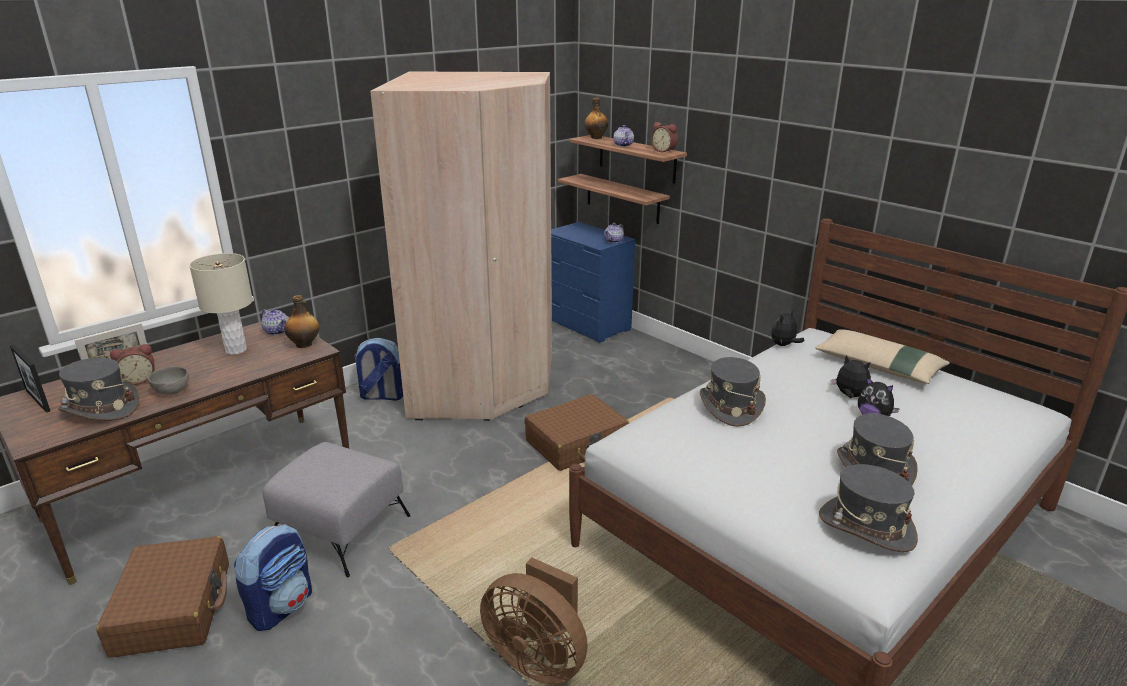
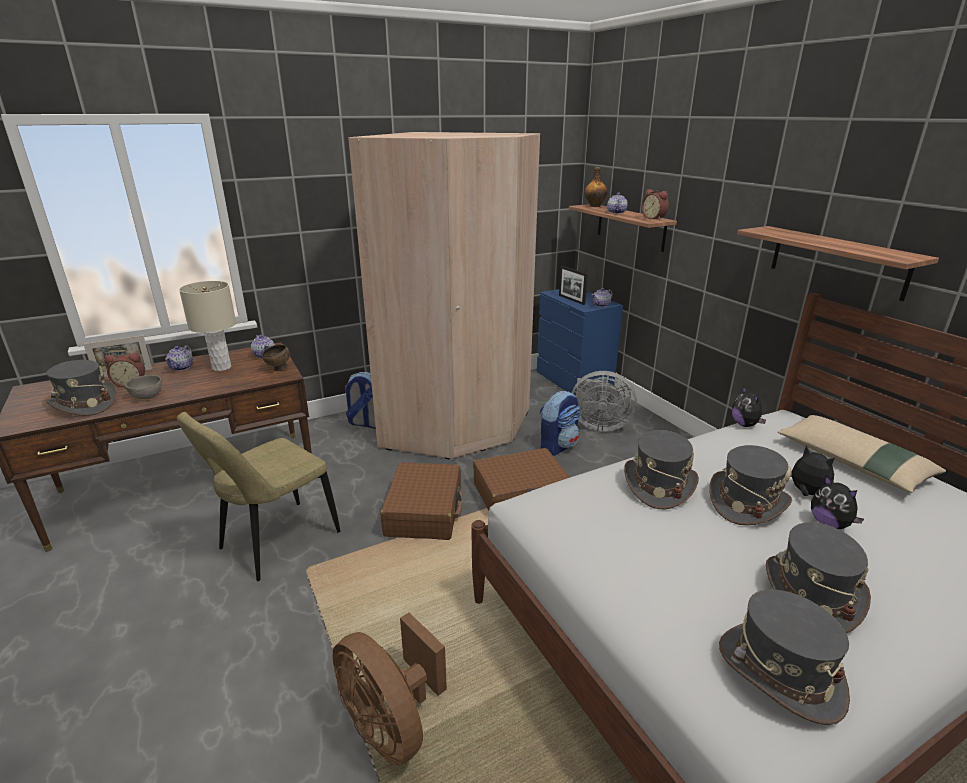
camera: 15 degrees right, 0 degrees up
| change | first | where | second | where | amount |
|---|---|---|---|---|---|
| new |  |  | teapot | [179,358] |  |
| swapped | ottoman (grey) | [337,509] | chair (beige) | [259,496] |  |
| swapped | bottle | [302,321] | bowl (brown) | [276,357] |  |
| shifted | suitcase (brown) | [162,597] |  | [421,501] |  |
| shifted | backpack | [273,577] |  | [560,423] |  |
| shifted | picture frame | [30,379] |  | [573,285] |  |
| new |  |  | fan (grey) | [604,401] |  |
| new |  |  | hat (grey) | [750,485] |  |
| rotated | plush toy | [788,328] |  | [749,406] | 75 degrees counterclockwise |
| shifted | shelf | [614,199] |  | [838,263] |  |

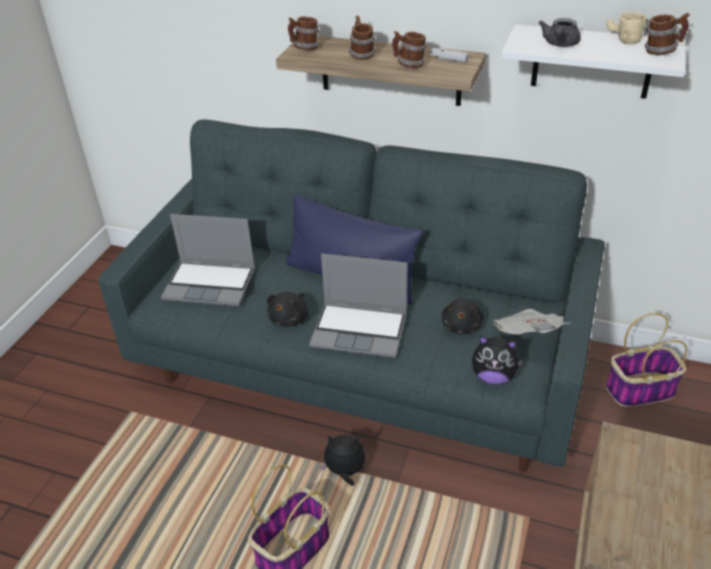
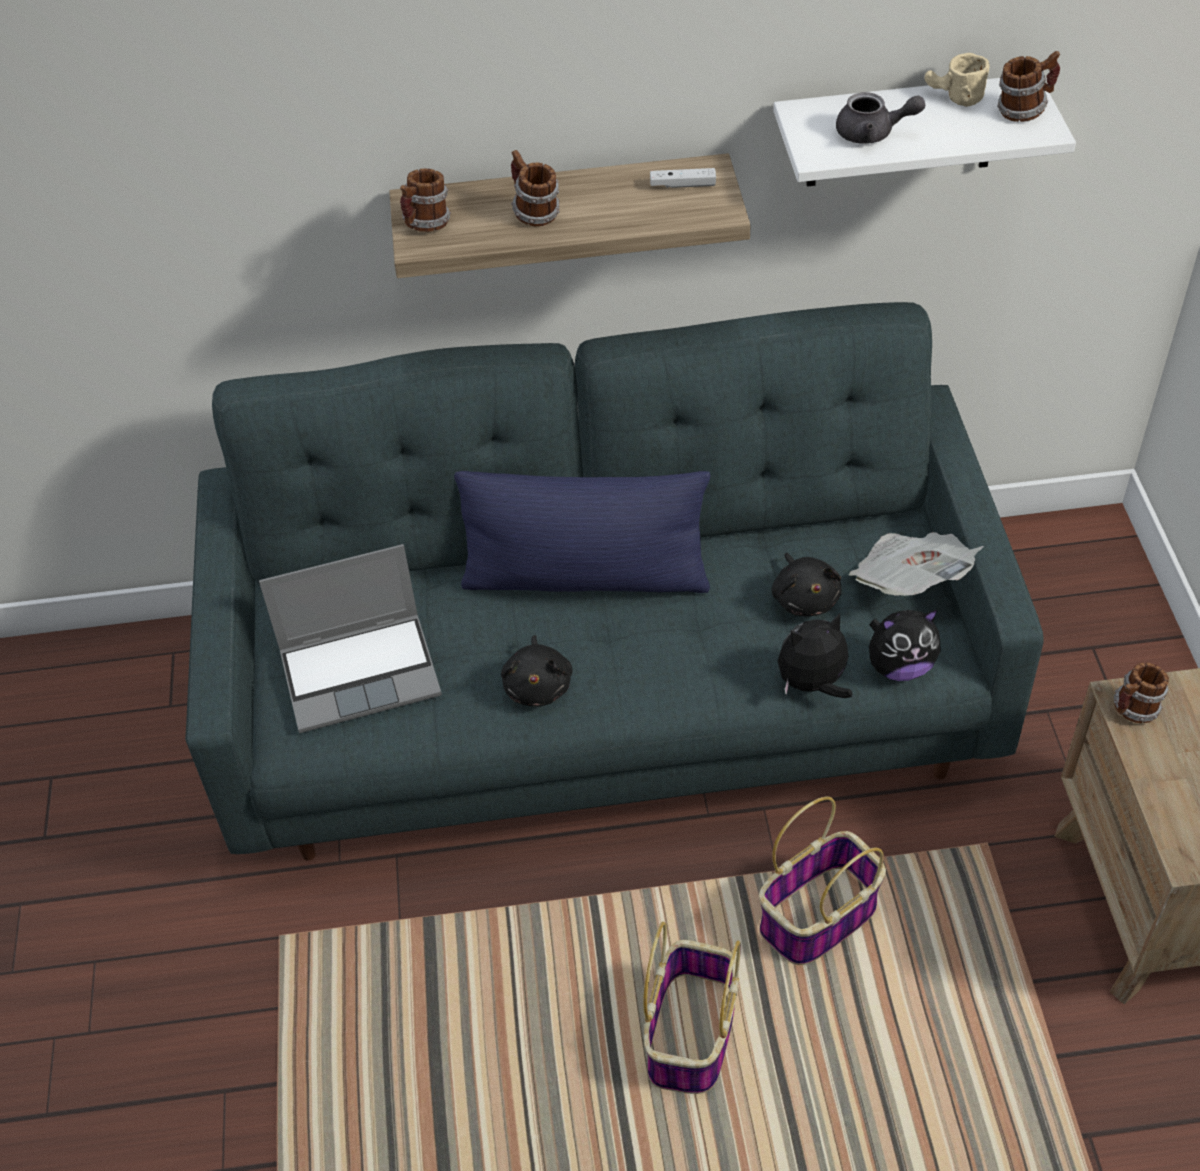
camera: 25 degrees left, 10 degrees up
| change | first | where | second | where | amount |
|---|---|---|---|---|---|
| shifted | basket | [646,360] |  | [822,881] |  |
| shifted | plush toy | [342,460] |  | [815,655] |  |
| rotated | teapot (grey) | [560,32] |  | [880,118] | 75 degrees counterclockwise |
| shifted | mug | [409,49] |  | [1141,693] |  |
| gone | laptop | [358,306] |  |  |  |

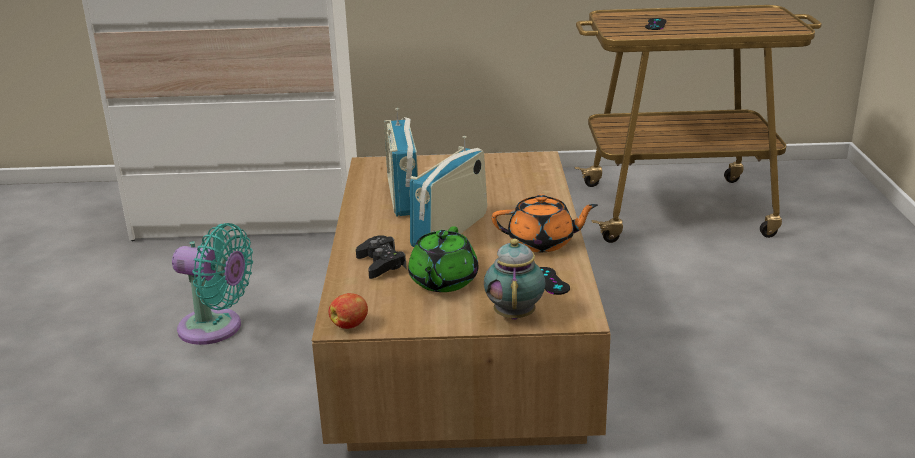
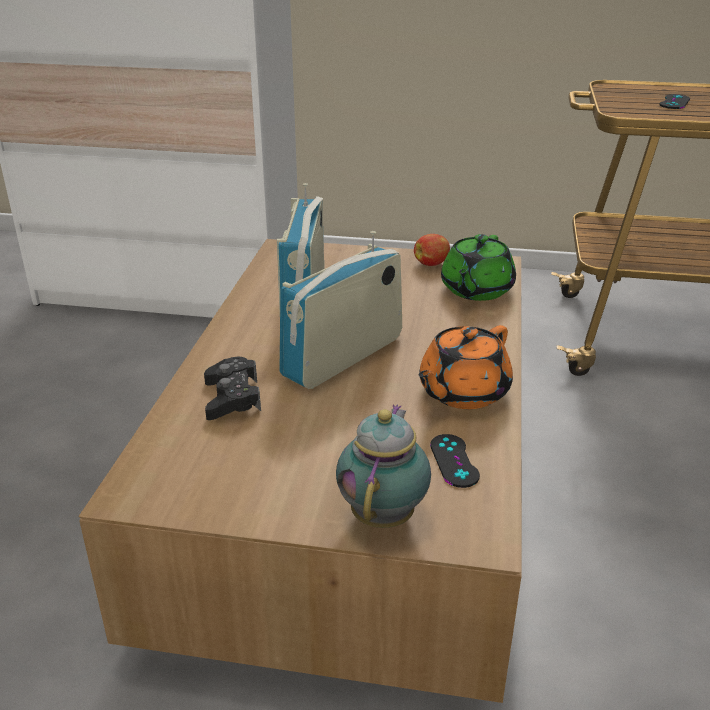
camera: 10 degrees right, 5 degrees up
| change | first | where | second | where | amount |
|---|---|---|---|---|---|
| shifted | apple | [348,311] |  | [432,250] |  |
| rotated | teapot (orange) | [545,223] |  | [465,367] | 120 degrees clockwise |
| shifted | teapot (green) | [443,259] |  | [478,267] |  |
| gone | fan (turquoise) | [212,284] |  |  |  |

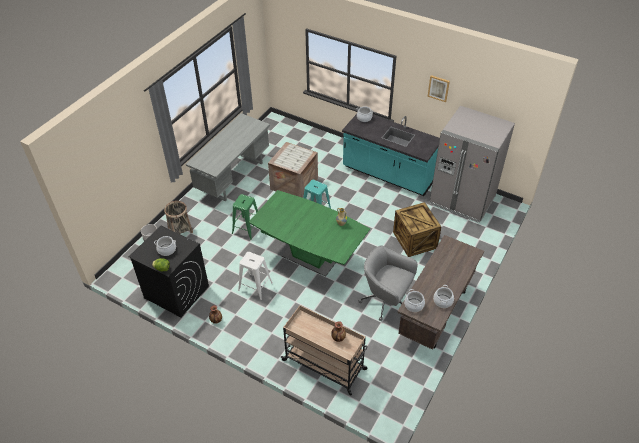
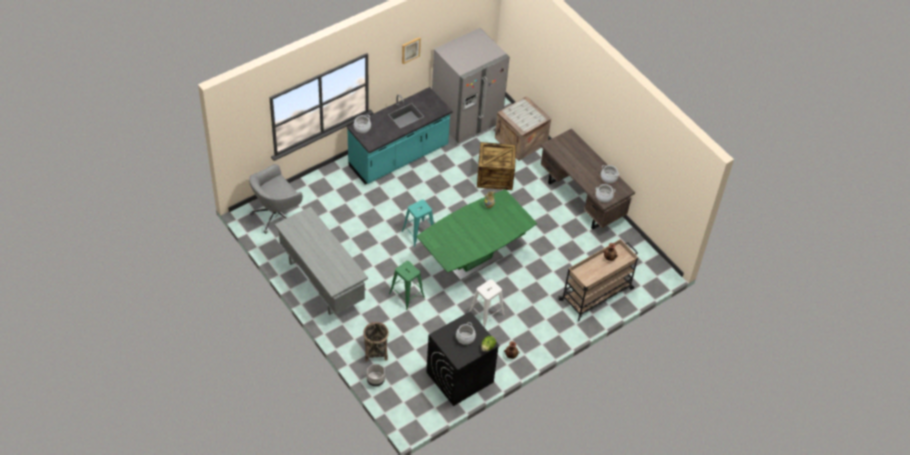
camera: 70 degrees left, 5 degrees up
| change | first | where | second | where | amount |
|---|---|---|---|---|---|
| shifted | office chair (grey) | [388,283] |  | [276,199] |  |
| shifted | crate | [293,170] |  | [523,128] |  |

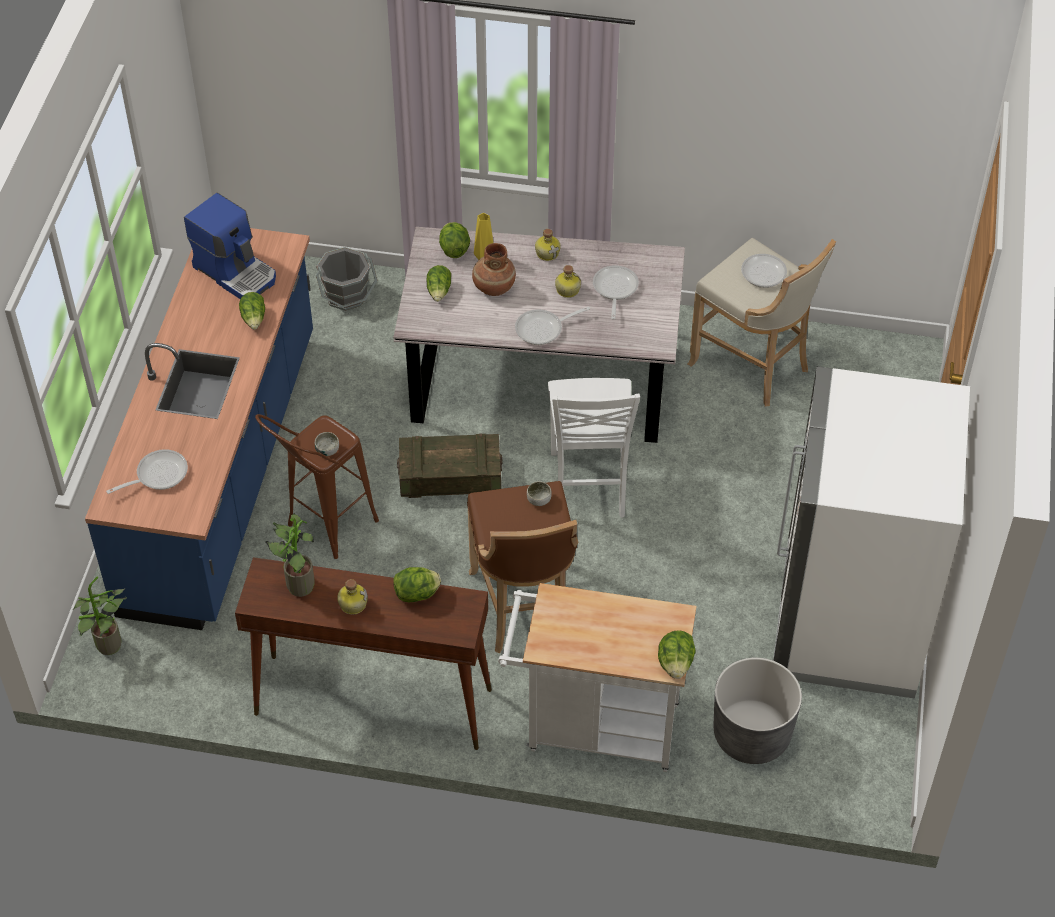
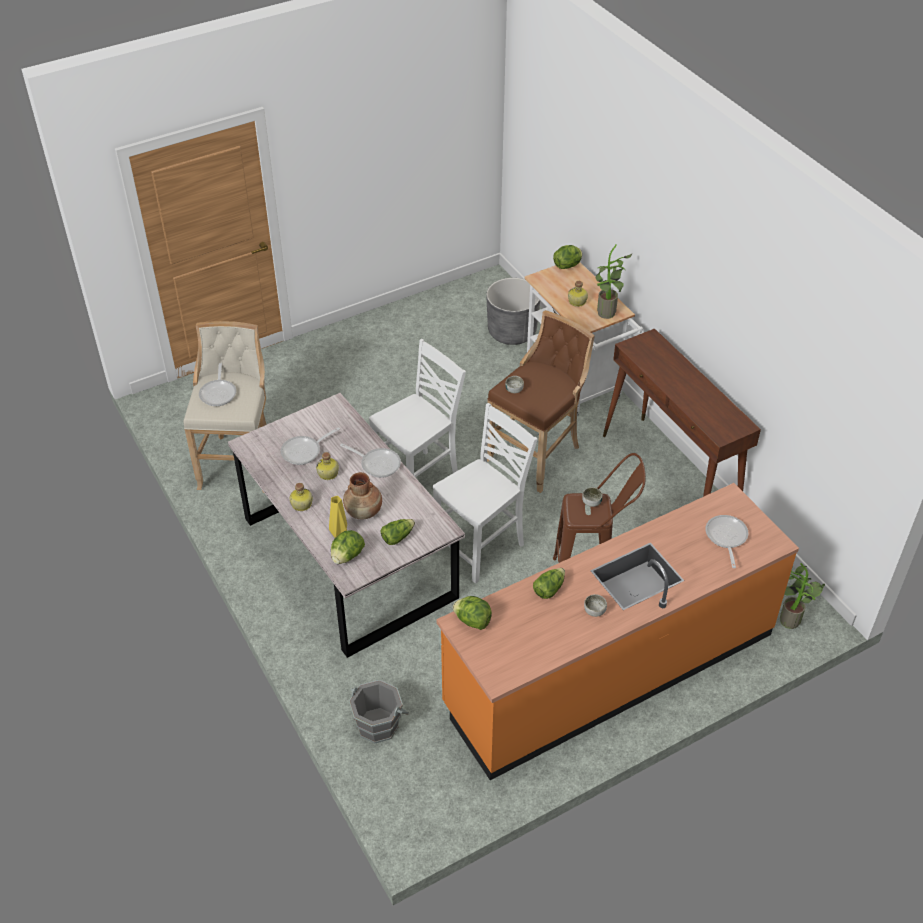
camera: 130 degrees left, 5 degrees down
| change | first | where | second | where | amount |
|---|---|---|---|---|---|
| swapped | crate | [450,466] | chair (white) | [485,493] |  |
| repainted | counter (blue) | [199,429] | counter (orange) | [617,631] |  |
| shifted | lettuce | [417,584] |  | [472,613] |  |
| shifted | bottle | [352,597] |  | [578,294] |  |
| new |  |  | bowl | [595,605] |  |
| shifted | potted plant | [290,555] |  | [613,282] |  |
| rotated | frying pan | [147,471] |  | [726,541] | 75 degrees clockwise |
| gone | coffee machine | [230,246] |  |  |  |
| gone | fridge (white) | [871,532] |  |  |  |

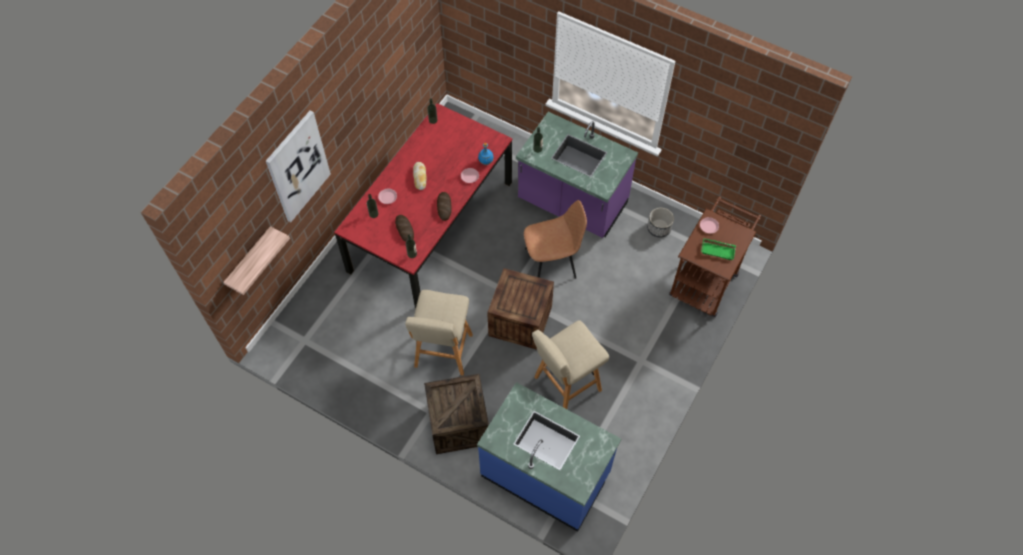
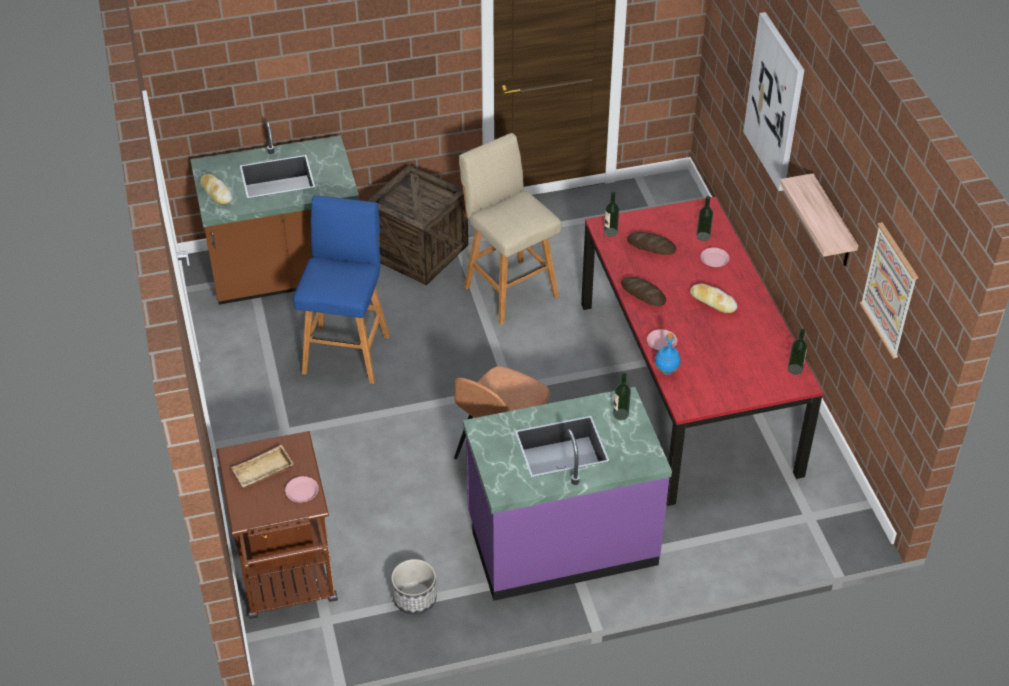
camera: 135 degrees right, 15 degrees down
| change | first | where | second | where | amount |
|---|---|---|---|---|---|
| repainted | counter (blue) | [549,457] | counter (brown) | [274,213] |  |
| new |  |  | bread | [216,189] |  |
| repainted | tray (green) | [718,249] | tray (beige) | [262,466] |  |
| repainted | stool (beige) | [570,364] | stool (blue) | [341,289] |  |
| shifted | shelf | [256,260] |  | [819,219] |  |
| new |  |  | picture | [889,290] |  |
| gone | crate | [520,309] |  |  |  |

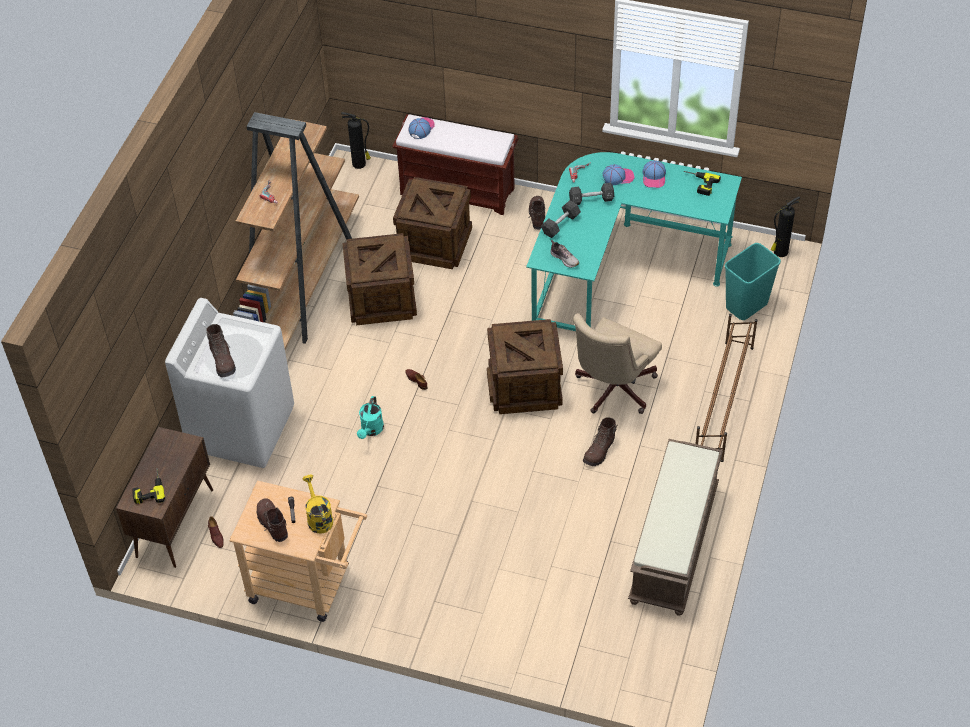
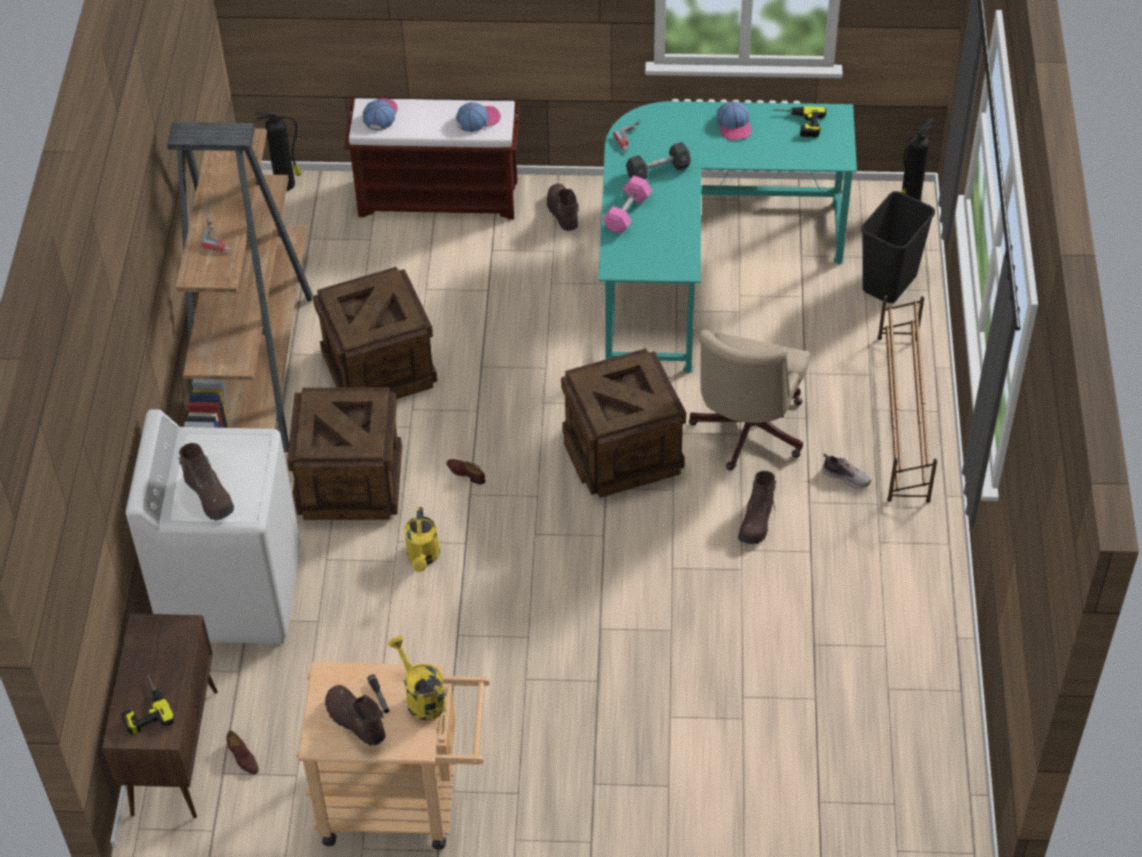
camera: 15 degrees left, 0 degrees up
| change | first | where | second | where | amount |
|---|---|---|---|---|---|
| shifted | crate | [432,223] |  | [344,453] |  |
| repainted | watering can (turquoise) | [370,417] | watering can (yellow) | [422,539] |  |
| shifted | cap | [619,174] |  | [478,117] |  |
| repainted | dumbbell (black) | [561,219] | dumbbell (pink) | [627,204] |  |
| shifted | shoe | [564,254] |  | [847,471] |  |
| repainted | trash can (turquoise) | [753,281] | trash can (black) | [898,247] |  |
| gone | bench (brown) | [675,527] |  |  |  |

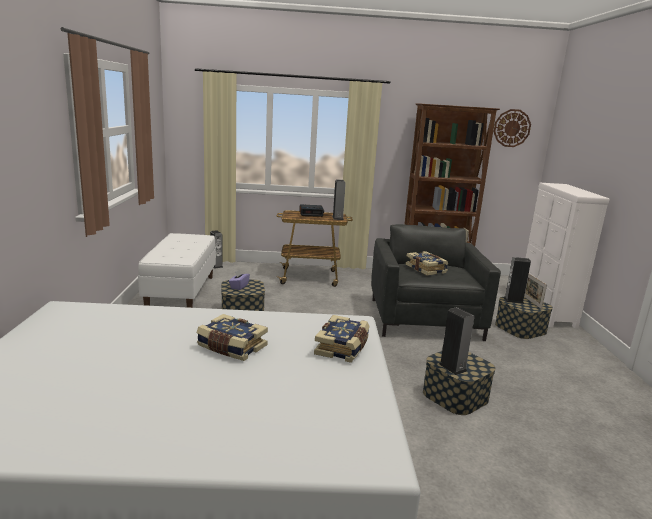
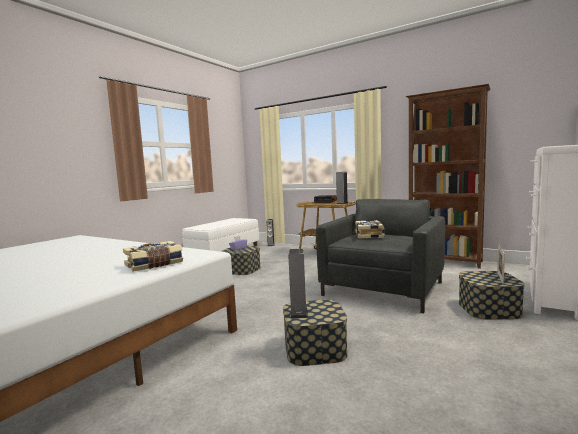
camera: 35 degrees right, 10 degrees down
| change | first | where | second | where | amount |
|---|---|---|---|---|---|
| gone | book | [232,337] |  |  |  |
| gone | wall clock | [512,128] |  |  |  |
| gone | speaker | [517,280] |  |  |  |

